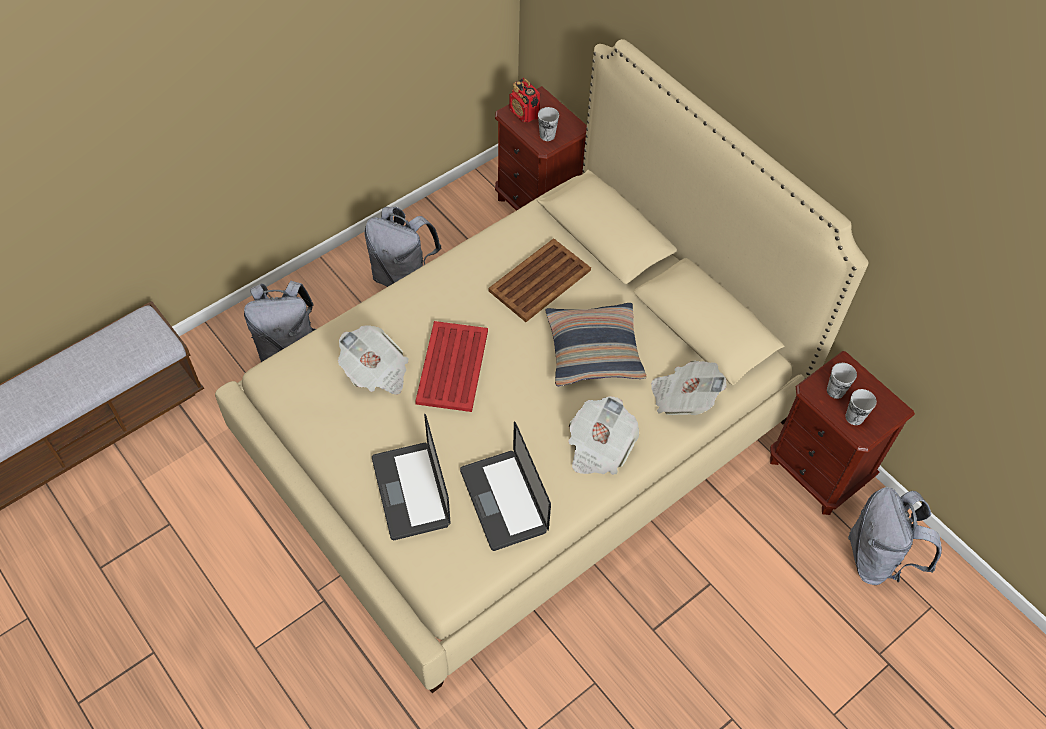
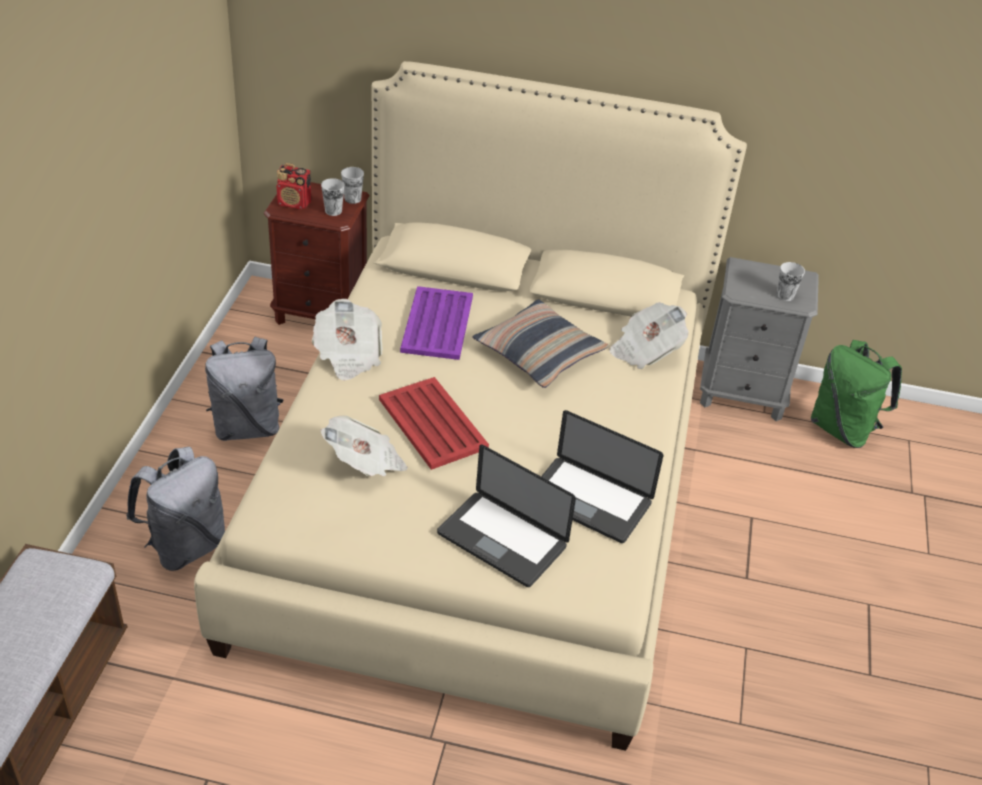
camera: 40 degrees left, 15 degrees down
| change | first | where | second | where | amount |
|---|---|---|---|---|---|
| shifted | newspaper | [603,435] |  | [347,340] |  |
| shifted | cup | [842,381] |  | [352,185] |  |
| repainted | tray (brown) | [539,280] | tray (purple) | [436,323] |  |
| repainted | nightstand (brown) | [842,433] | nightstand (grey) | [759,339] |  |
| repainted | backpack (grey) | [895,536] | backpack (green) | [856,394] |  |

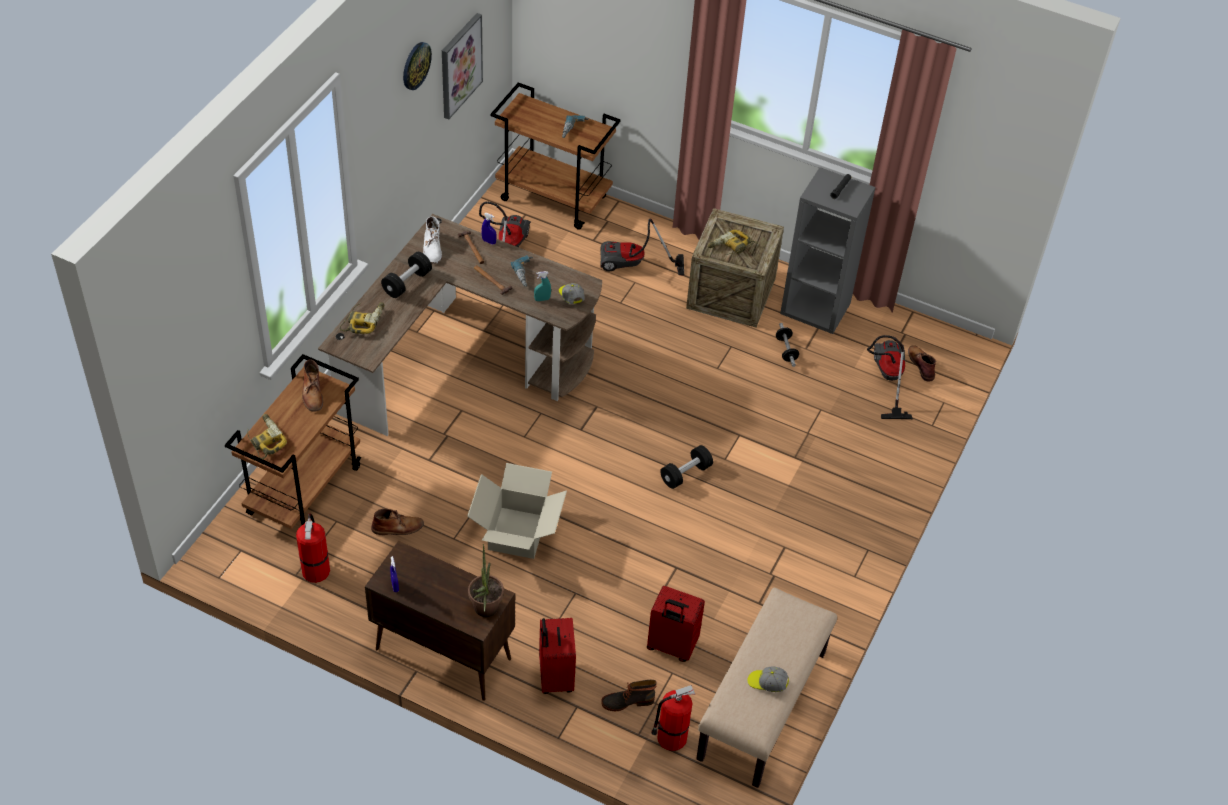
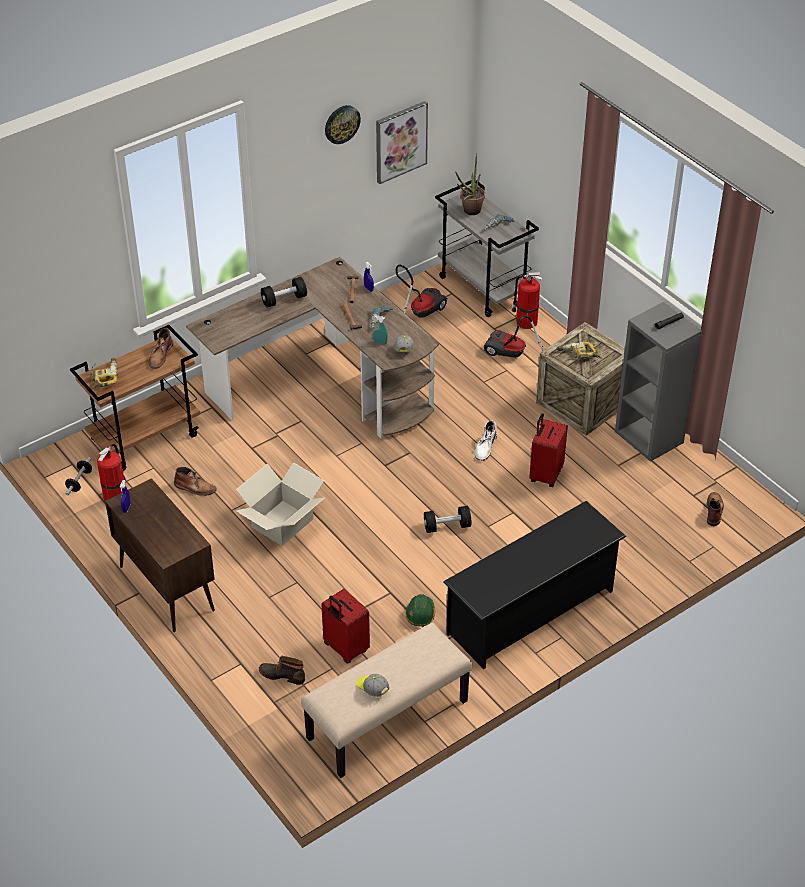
camera: 30 degrees right, 5 degrees down
| change | first | where | second | where | amount |
|---|---|---|---|---|---|
| shifted | dumbbell | [787,345] |  | [78,476] |  |
| new |  |  | hard hat (green) | [420,610] |  |
| repainted | cart (brown) | [556,156] | cart (grey) | [487,248] |  |
| new |  |  | shoe rack (black) | [534,585] |  |
| shifted | potted plant | [486,580] |  | [470,184] |  |
| shifted | boot (white) | [432,240] |  | [486,441] |  |
| shifted | fire extinguisher | [673,718] |  | [527,300] |  |
| shifted | suitcase (red) | [557,656] |  | [548,450] |  |
| gone | power drill | [362,318] |  |  |  |
| gone | vacuum cleaner | [890,377] |  |  |  |

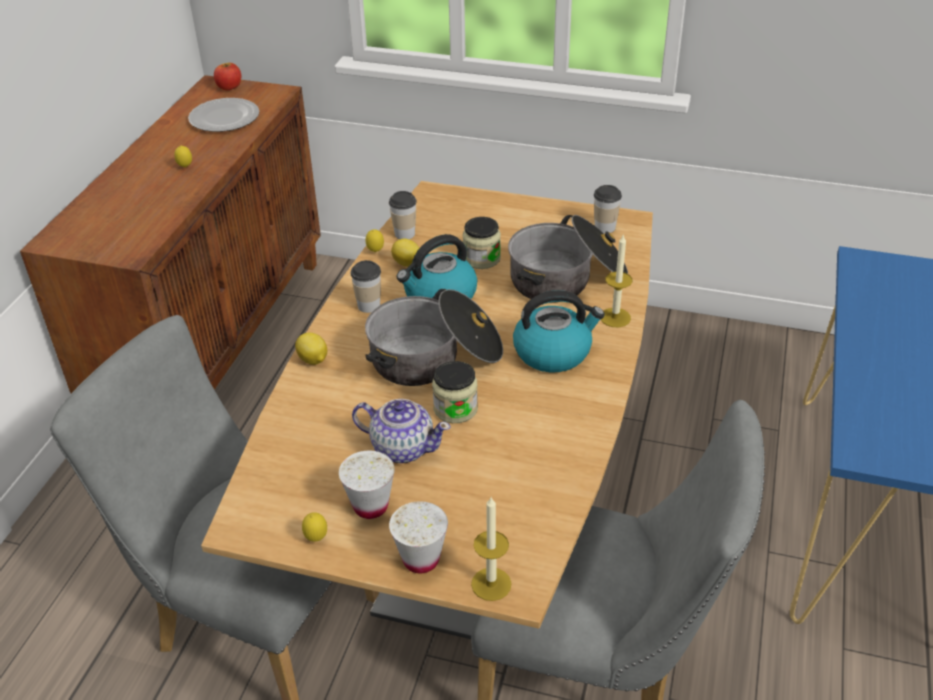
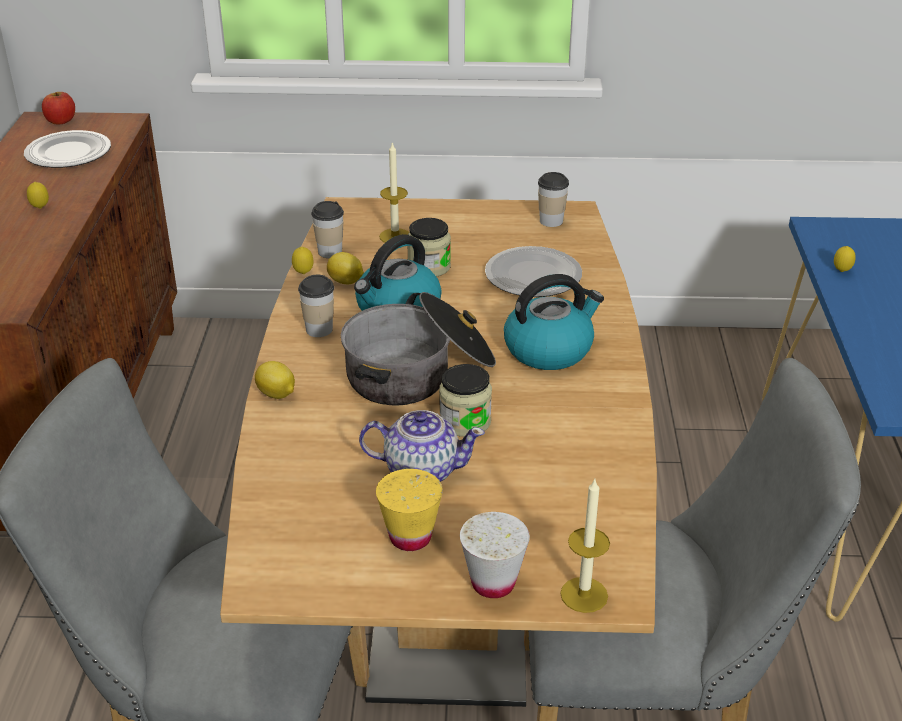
camera: 15 degrees left, 5 degrees down
| change | first | where | second | where | amount |
|---|---|---|---|---|---|
| repainted | cup (white) | [367,485] | cup (yellow) | [409,510] |  |
| shifted | candle | [616,281] |  | [394,192] |  |
| swapped | cooking pot | [568,259] | plate | [533,271] |  |
| shifted | lemon | [314,527] |  | [844,259] |  |

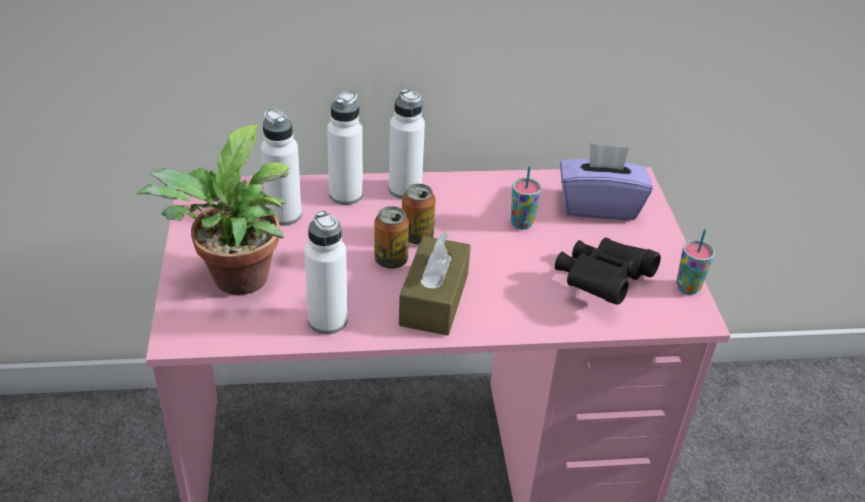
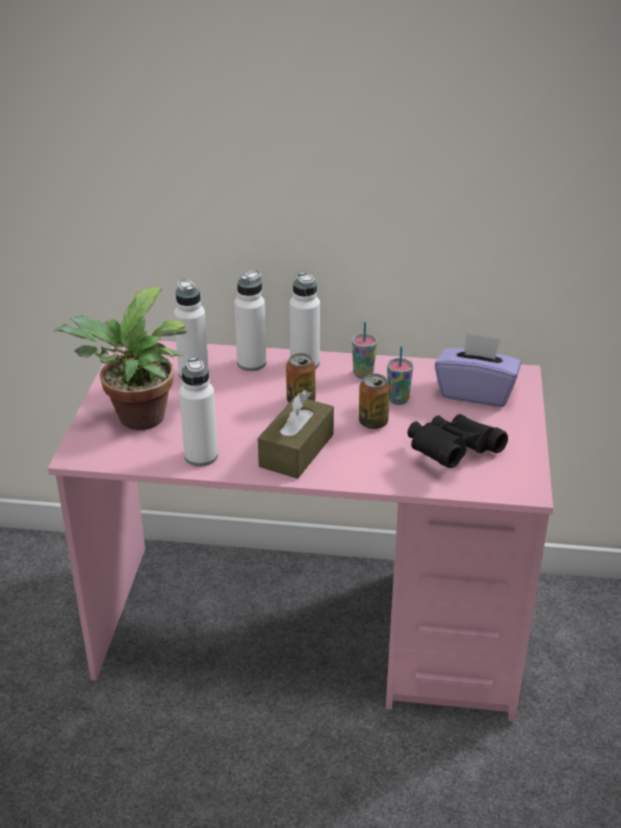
camera: 15 degrees right, 5 degrees down
| change | first | where | second | where | amount |
|---|---|---|---|---|---|
| shifted | cup | [695,262] |  | [364,350] |  |
| shifted | can | [392,237] |  | [374,401] |  |

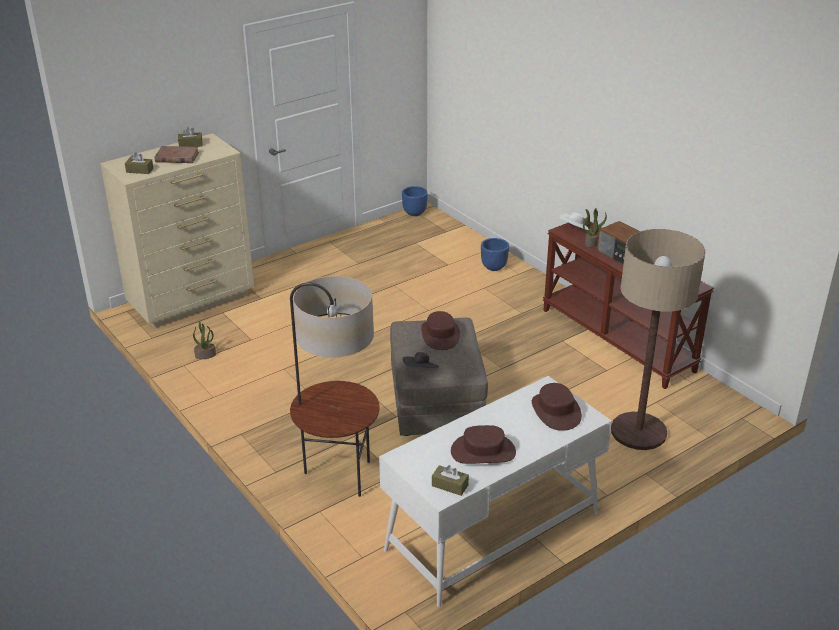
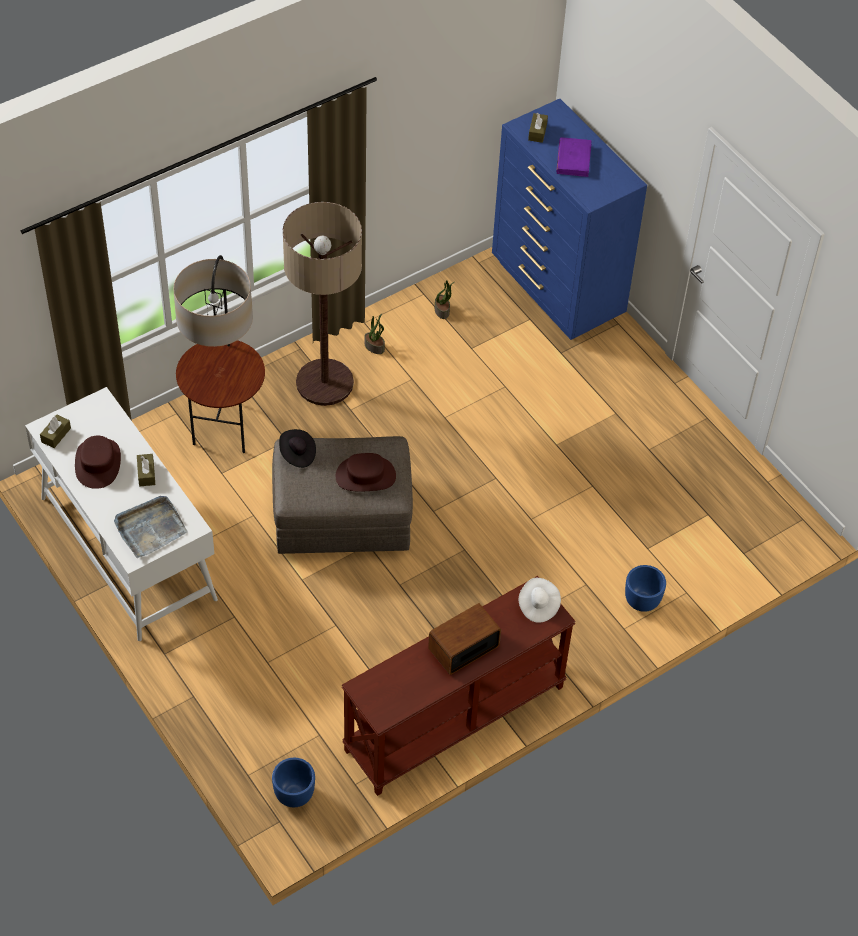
camera: 90 degrees right, 20 degrees up
| change | first | where | second | where | amount |
|---|---|---|---|---|---|
| swapped | hat (brown) | [557,407] | tray (grey) | [151,527] |  |
| shifted | tissue box (brown) | [190,137] |  | [146,470] |  |
| shifted | planter (blue) | [415,201] |  | [293,782] |  |
| shifted | floor lamp | [658,339] |  | [322,304] |  |
| shifted | potted plant | [595,227] |  | [374,334] |  |
| repainted | dresser (beige) | [177,230] | dresser (blue) | [569,219] |  |
| repainted | book (brown) | [177,154] | book (purple) | [574,157] |  |

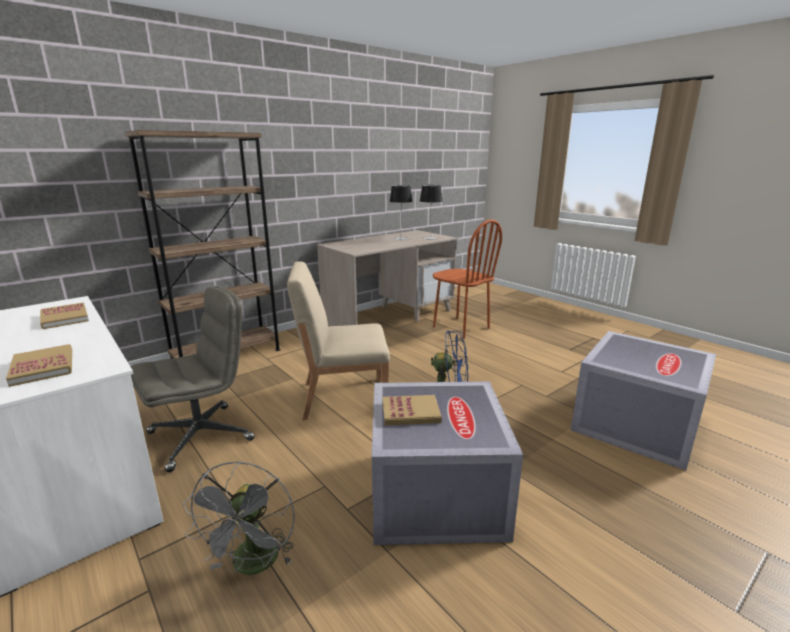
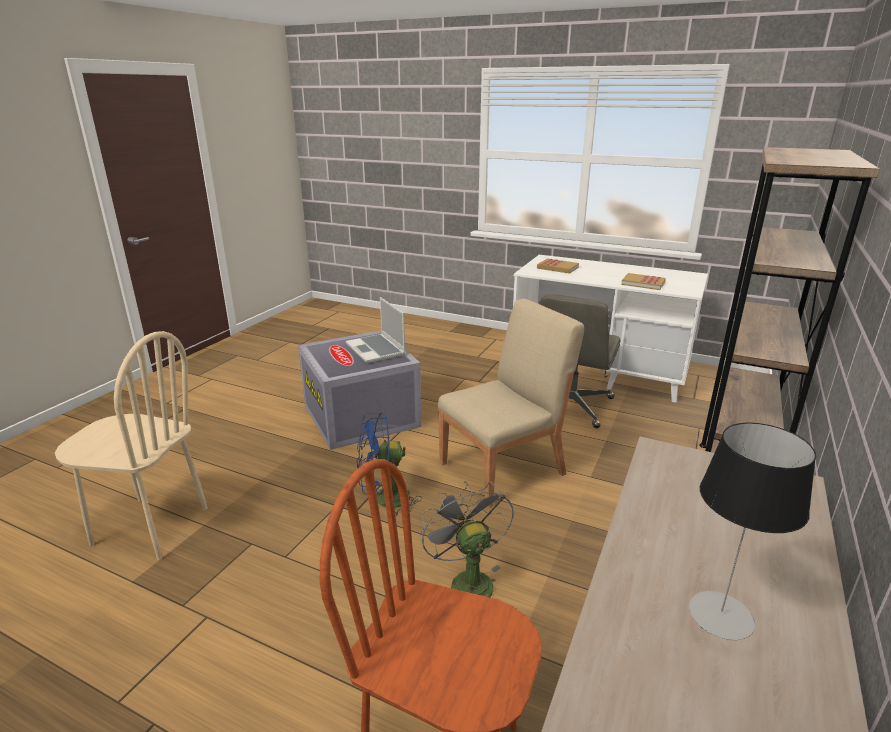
camera: 155 degrees right, 5 degrees up
| change | first | where | second | where | amount |
|---|---|---|---|---|---|
| swapped | storage box (grey) | [643,400] | chair (beige) | [131,445] |  |
| swapped | book | [412,410] | laptop | [376,330] |  |
| shifted | fan (grey) | [239,518] |  | [466,539] |  |
| gone | table lamp | [431,212] |  |  |  |

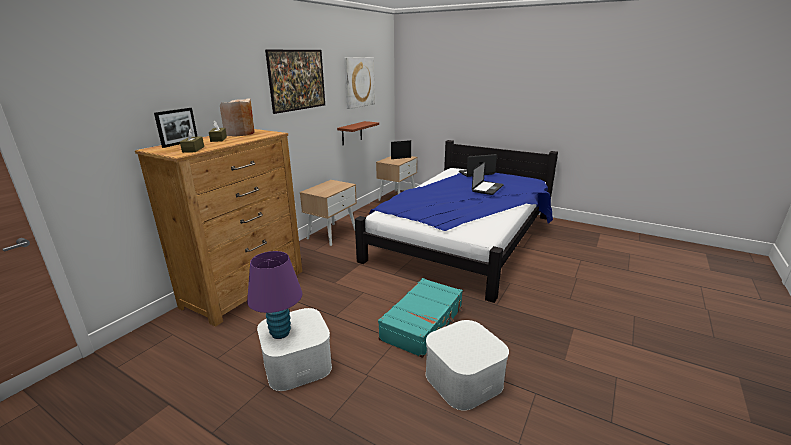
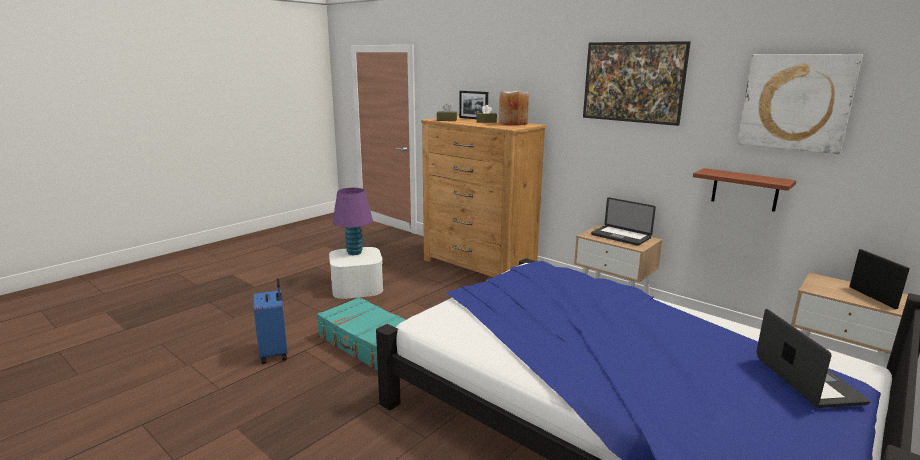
camera: 100 degrees right, 5 degrees down
| change | first | where | second | where | amount |
|---|---|---|---|---|---|
| swapped | storage box (white) | [467,365] | suitcase (blue) | [271,321] |  |
| shifted | laptop | [487,178] |  | [623,221] |  |

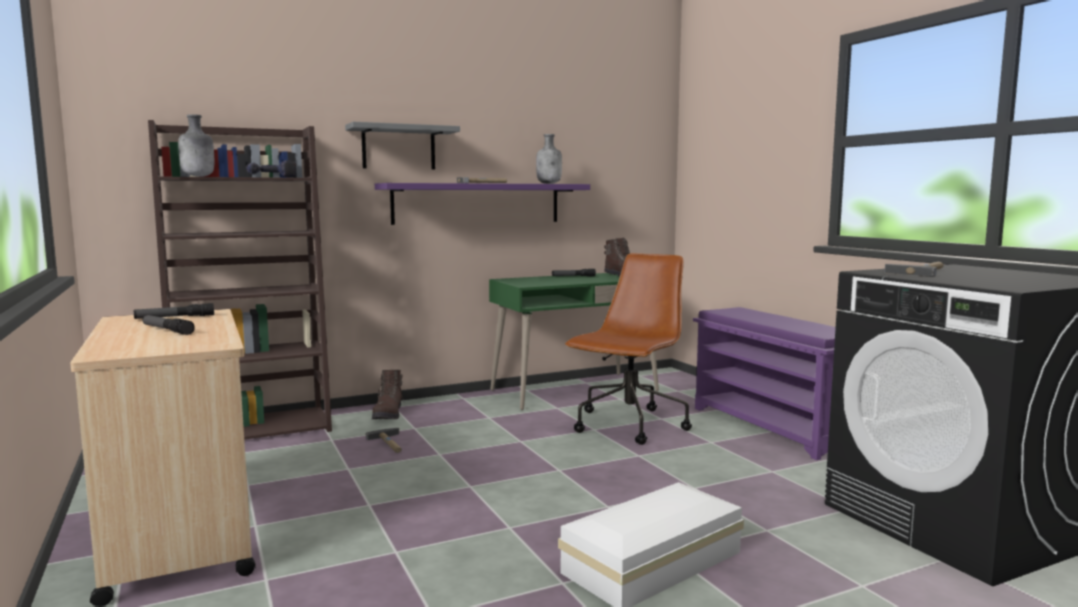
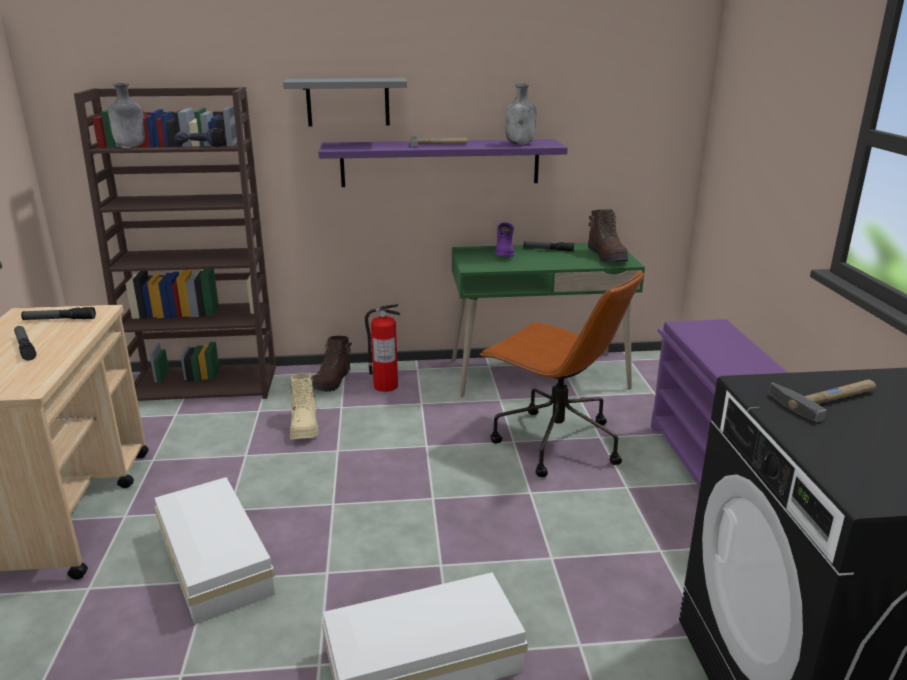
camera: 20 degrees right, 15 degrees up
| change | first | where | second | where | amount |
|---|---|---|---|---|---|
| new |  |  | storage box (white) | [214,551] |  |
| swapped | hammer | [384,440] | boot (beige) | [305,406] |  |
| new |  |  | fire extinguisher | [382,348] |  |
| rotated | office chair (brown) | [628,349] |  | [562,373] | 75 degrees clockwise |
| new |  |  | boot (purple) | [505,239] |  |

